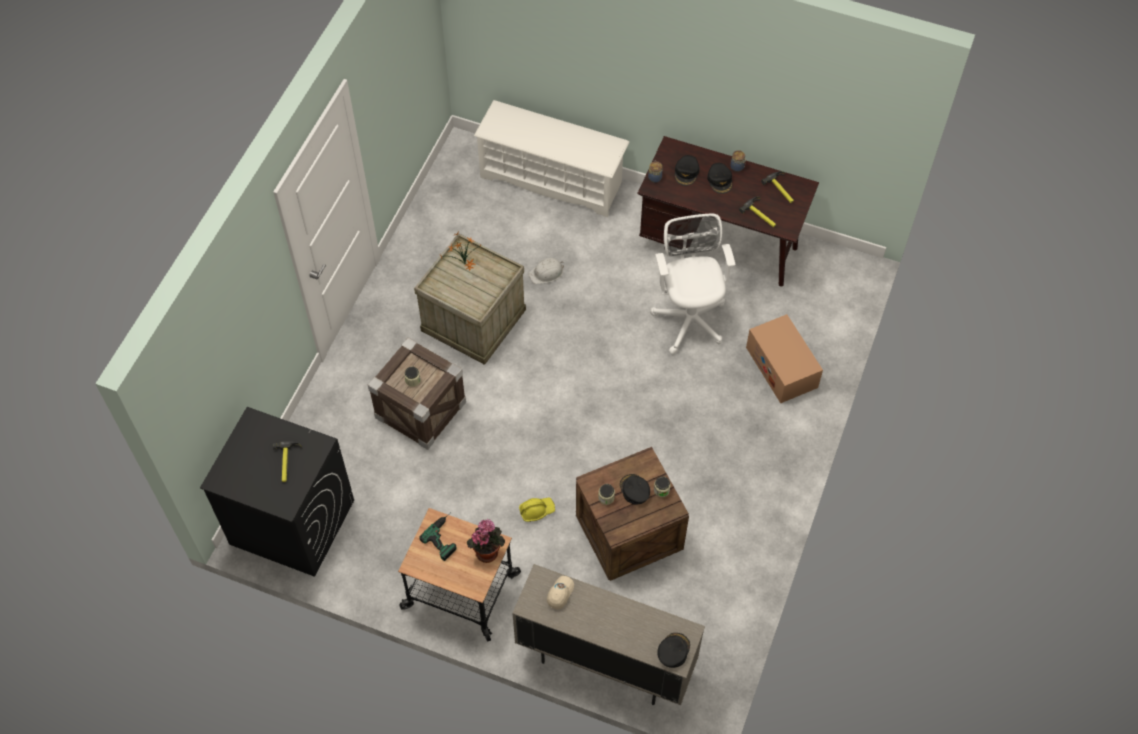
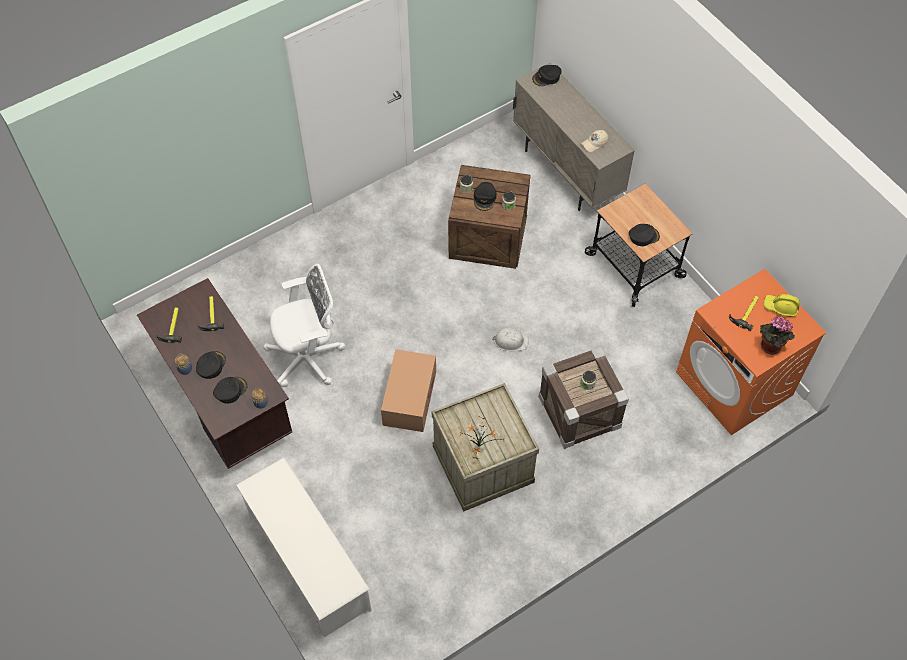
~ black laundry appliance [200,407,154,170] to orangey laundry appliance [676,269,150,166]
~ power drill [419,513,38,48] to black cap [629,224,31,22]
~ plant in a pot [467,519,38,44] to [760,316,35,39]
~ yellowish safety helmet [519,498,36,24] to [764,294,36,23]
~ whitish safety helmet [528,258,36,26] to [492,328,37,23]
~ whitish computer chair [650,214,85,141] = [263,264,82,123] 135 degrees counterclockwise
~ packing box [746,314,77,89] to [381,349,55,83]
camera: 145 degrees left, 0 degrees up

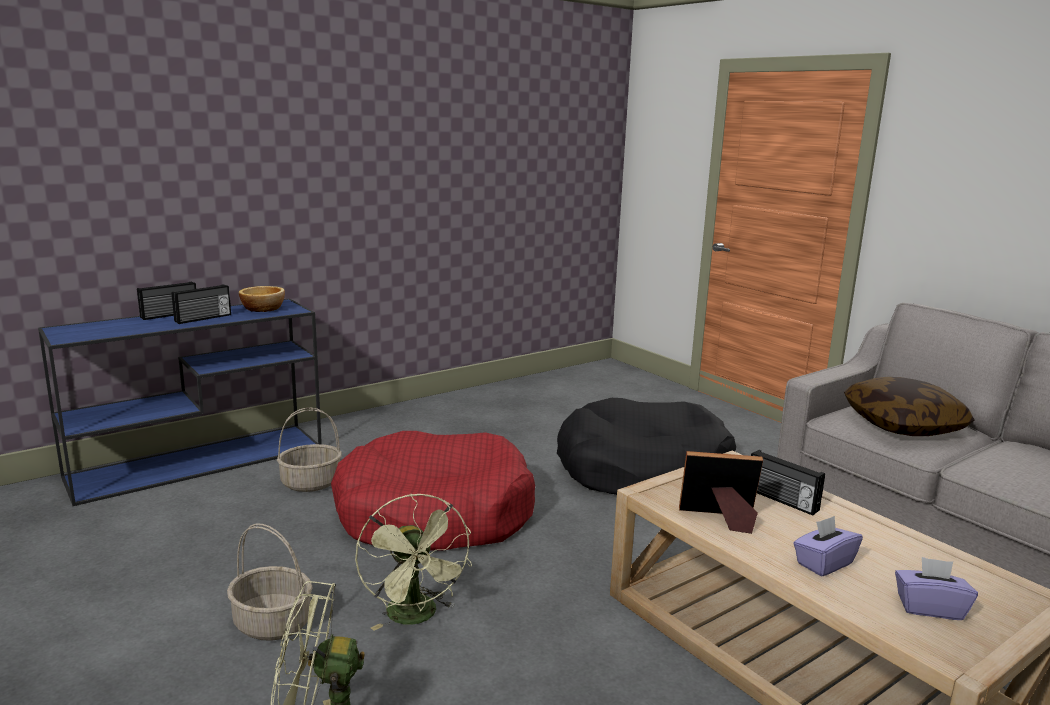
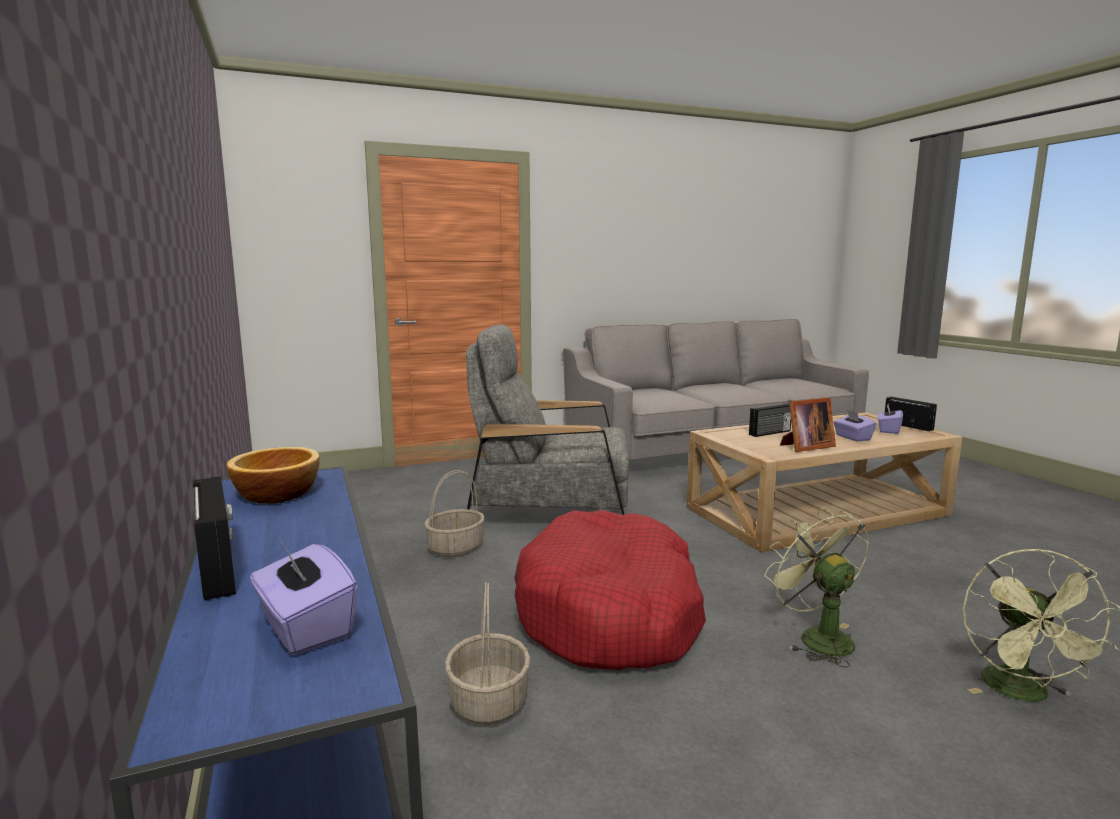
~ radio [171,284,60,40] to [885,397,52,34]
~ household basket [227,523,86,118] to [424,470,61,87]
~ green-coloured cooling fan [355,494,117,137] = [764,507,105,161] 105 degrees counterclockwise
~ black dog bed [557,398,179,97] to gray easy chair [466,325,163,190]
~ photo frame [679,451,84,83] = [780,397,56,55] 135 degrees counterclockwise
- pillow [844,377,131,59]
+ purple-coloured tissue holder [250,539,108,117]
camera: 75 degrees left, 5 degrees down

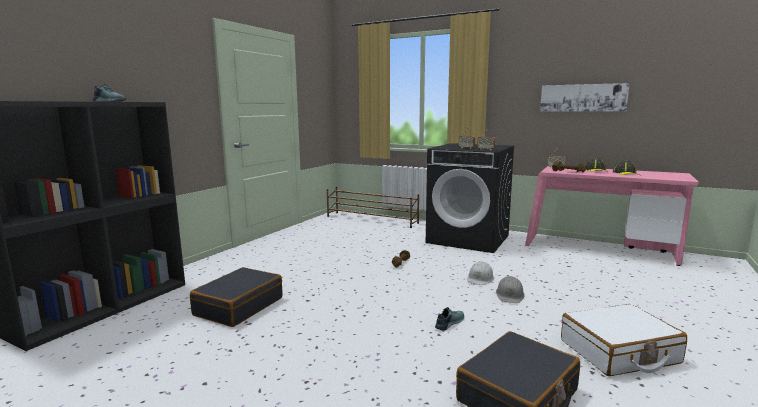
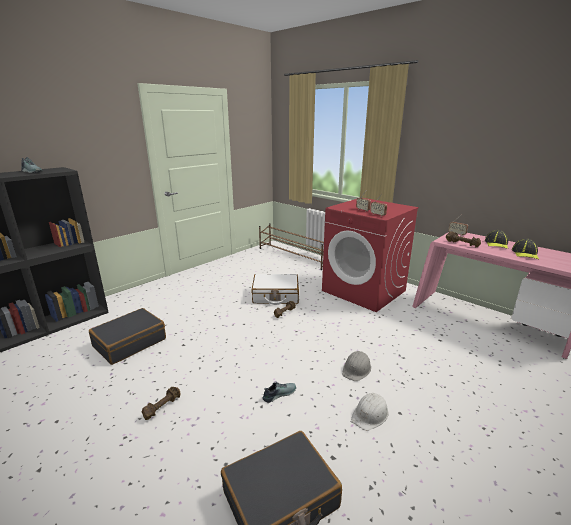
~ black laundry appliance [426,143,89,110] to red laundry appliance [322,198,97,114]
~ whitish safety helmet [467,262,27,23] to [351,393,38,38]
- wall picture [540,83,90,29]
~ whitish travel case [561,304,126,72] to [252,274,47,31]
+ brown free weight [142,387,38,33]
camera: 15 degrees right, 10 degrees up

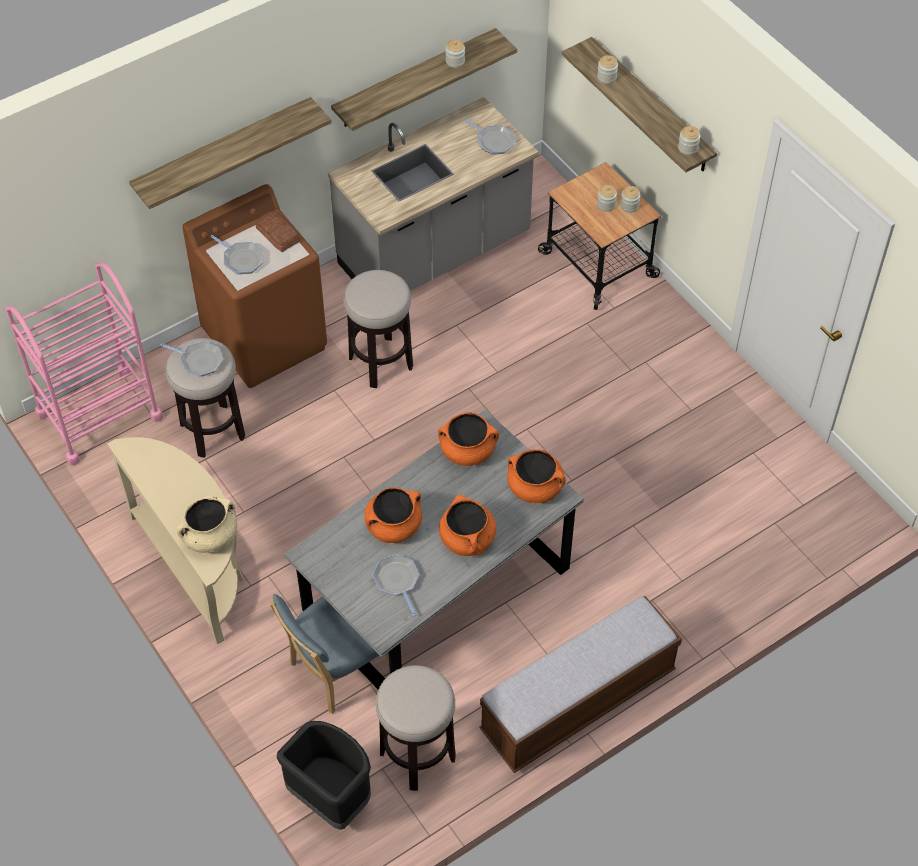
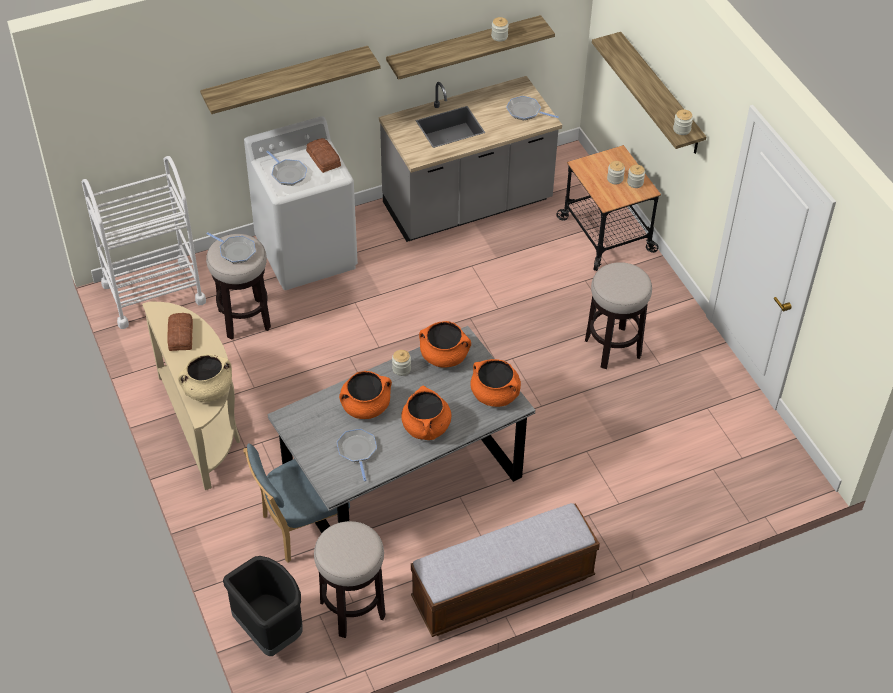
~ pink-coloured trolley [5,262,158,204] to whitish trolley [82,156,124,173]
~ brown laundry appliance [182,184,145,204] to whitish laundry appliance [244,116,114,174]
~ stool seat [343,270,70,118] to [585,262,67,107]
~ frying pan [463,119,52,35] = [506,96,53,24] 150 degrees clockwise
~ jar [597,55,21,29] to [392,350,19,26]
+ baked bread [167,313,26,38]
camera: 10 degrees right, 5 degrees down

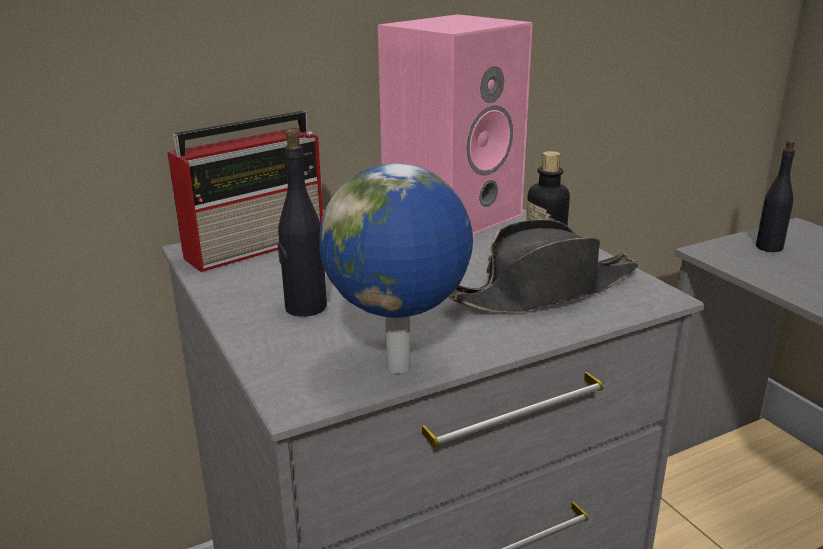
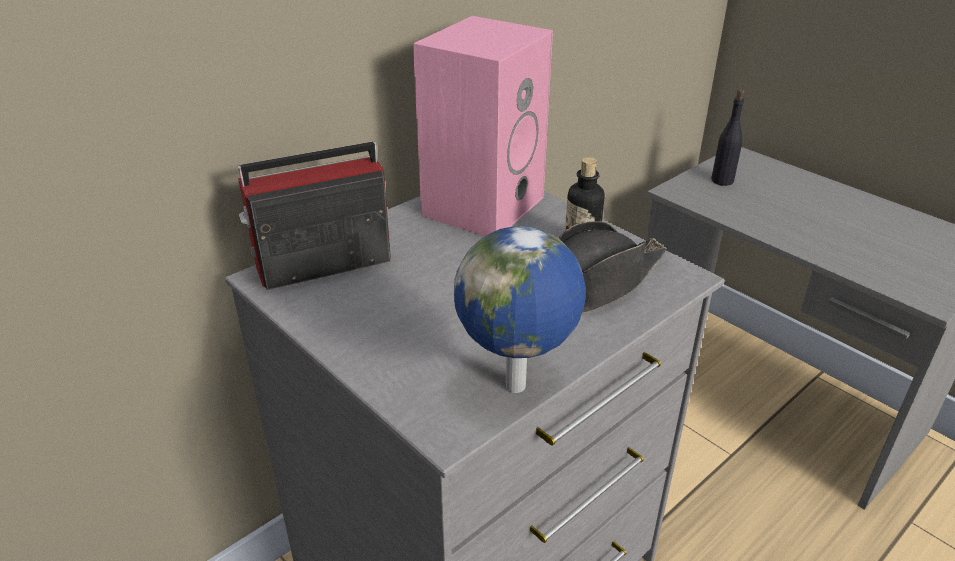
~ radio [167,111,156,161] = [238,142,153,148] 150 degrees counterclockwise
- black bottle [278,129,49,188]
camera: 15 degrees left, 10 degrees up

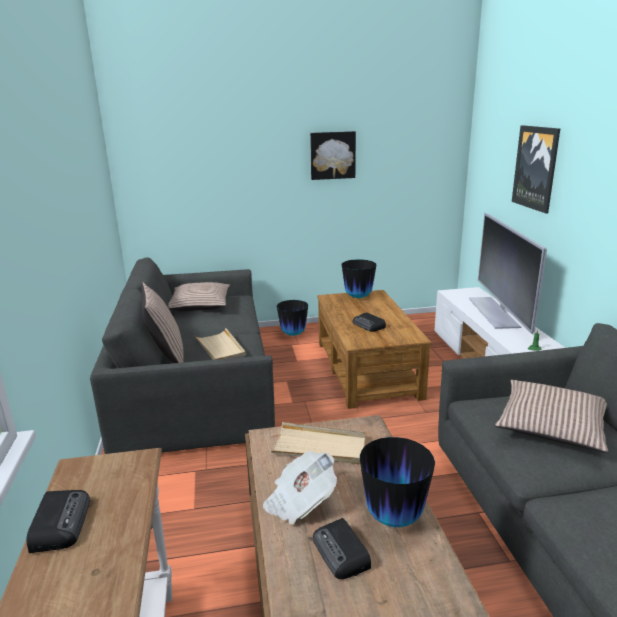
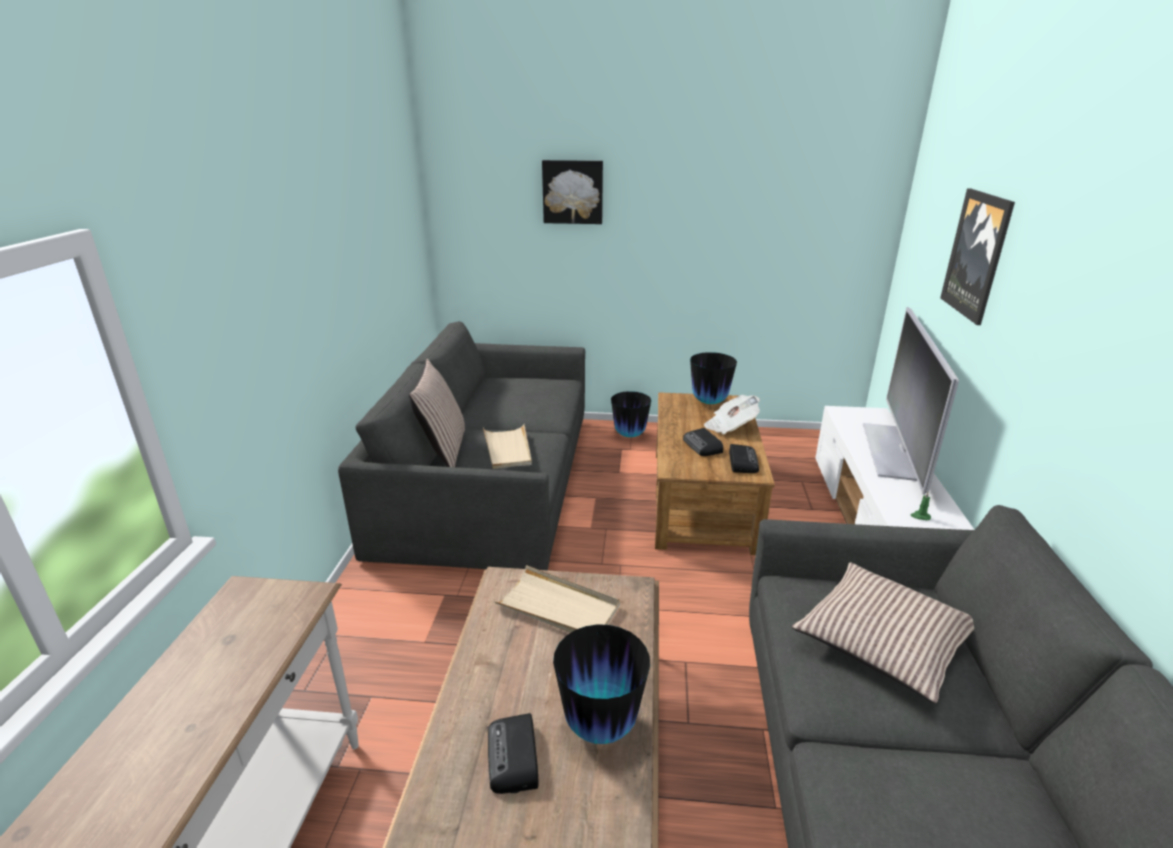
~ radio [27,490,63,63] to [729,444,30,29]
- pillow [168,282,62,29]
~ printed paper [263,451,74,74] to [704,395,56,39]
~ wall picture [310,131,46,49] to [542,160,61,64]
camera: 15 degrees right, 5 degrees up

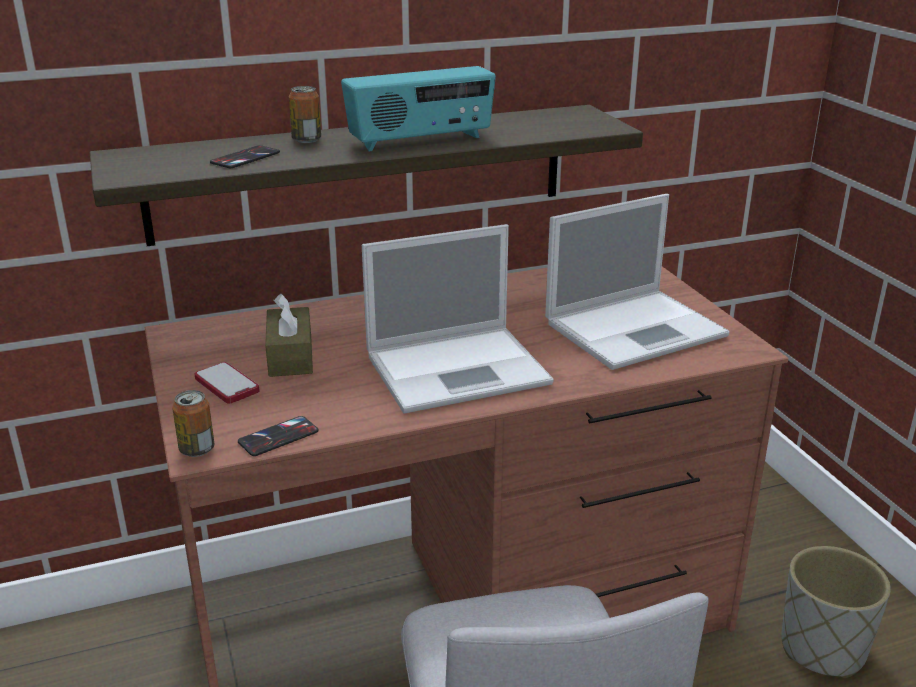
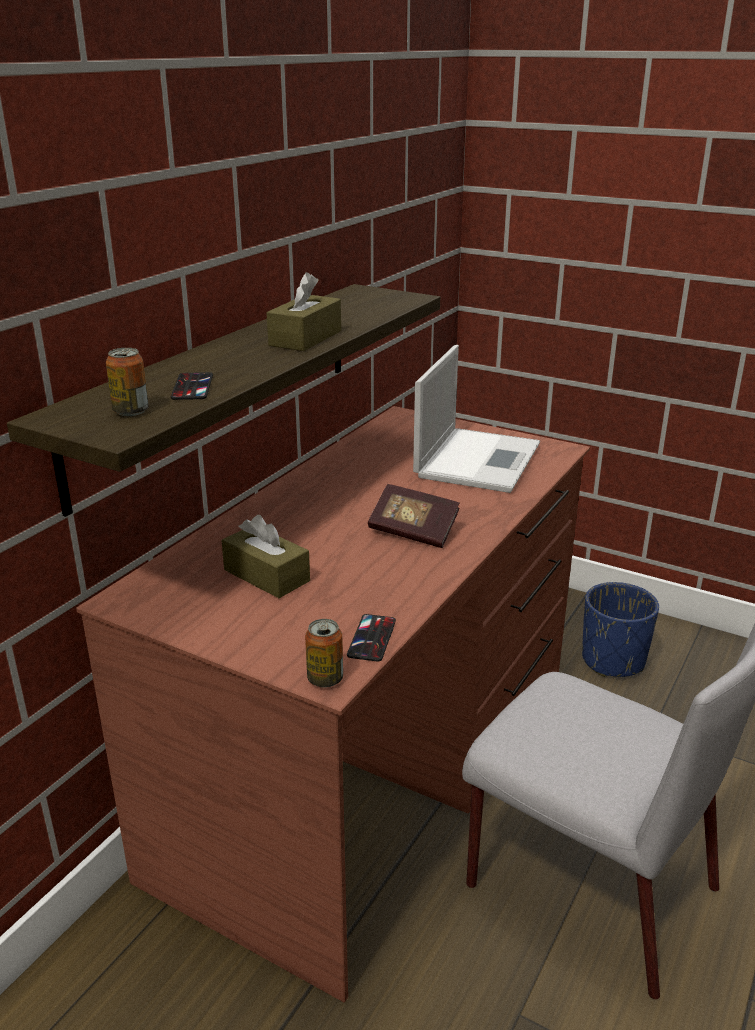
- telephone [194,362,66,42]
~ sealed can [289,86,32,57] to [106,348,43,68]
~ radio [341,66,155,85] to brown tissue holder [267,272,74,79]
~ notebook computer [362,224,192,190] to bound book [368,484,92,64]
~ gray flower pot [781,546,110,132] to blue flower pot [582,582,77,95]
camera: 40 degrees left, 0 degrees up

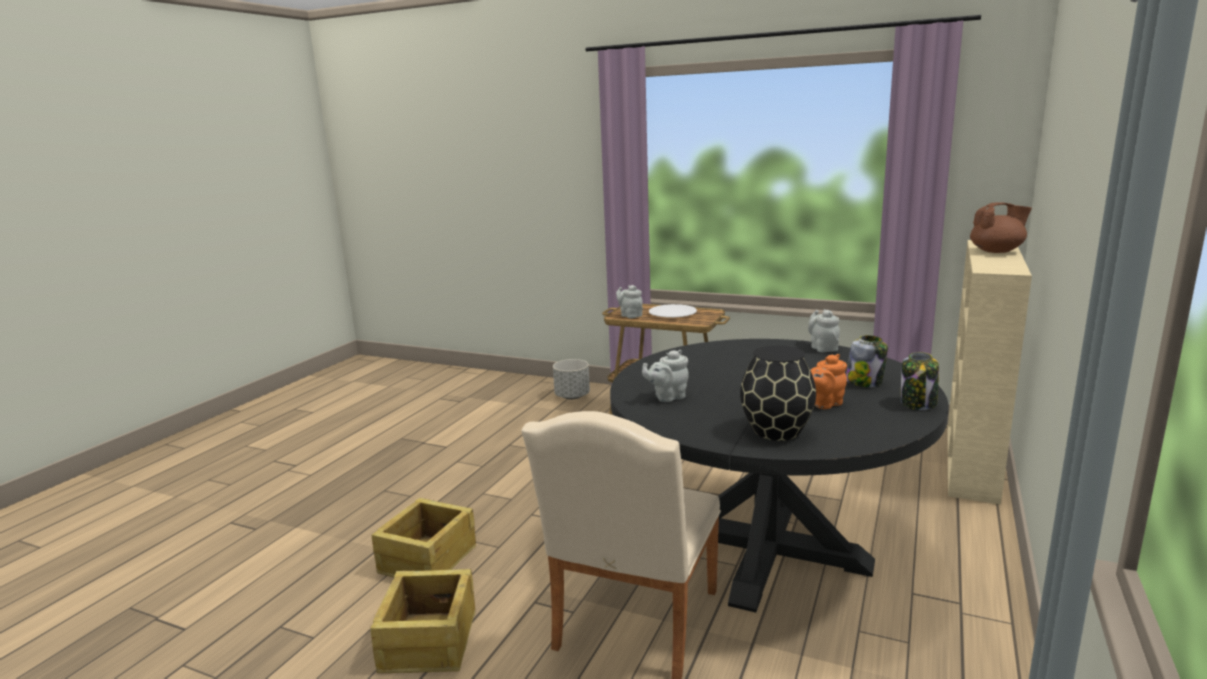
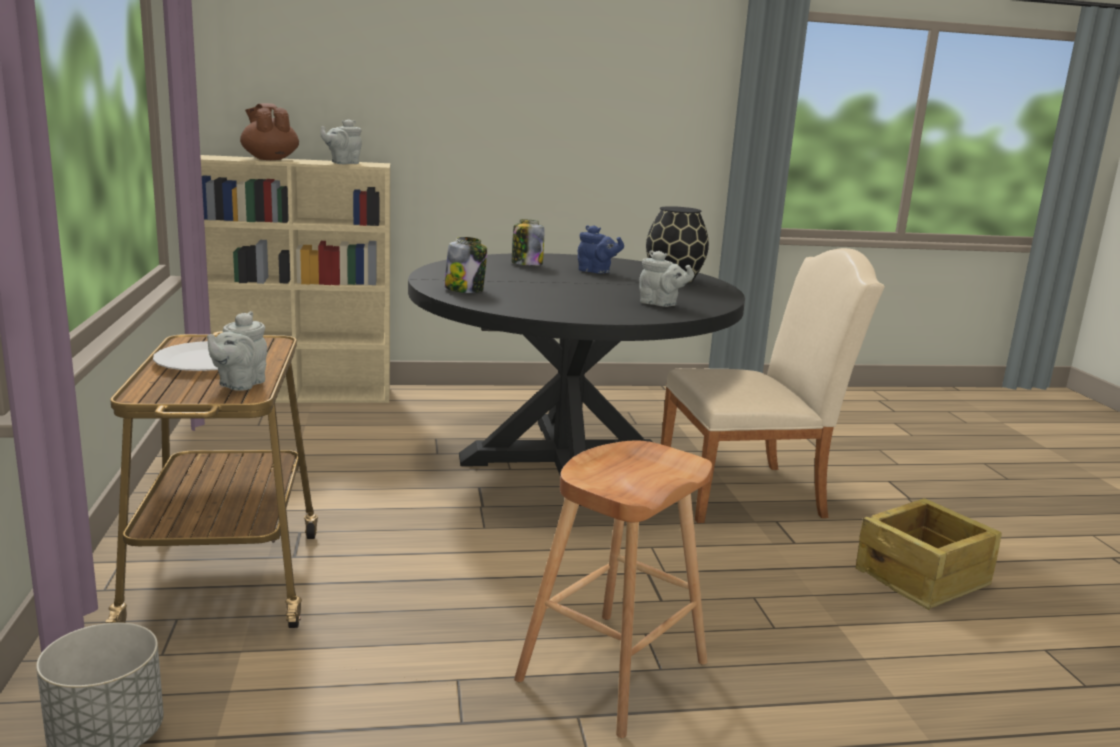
- shipping crate [372,497,104,80]
~ gray teapot [808,309,32,43] to [320,119,42,45]
~ orangey teapot [811,354,36,55] to blue teapot [578,225,46,49]
~ jar [901,352,38,58] to [444,237,43,56]
+ brown stool seat [514,441,198,297]
camera: 125 degrees left, 0 degrees up

